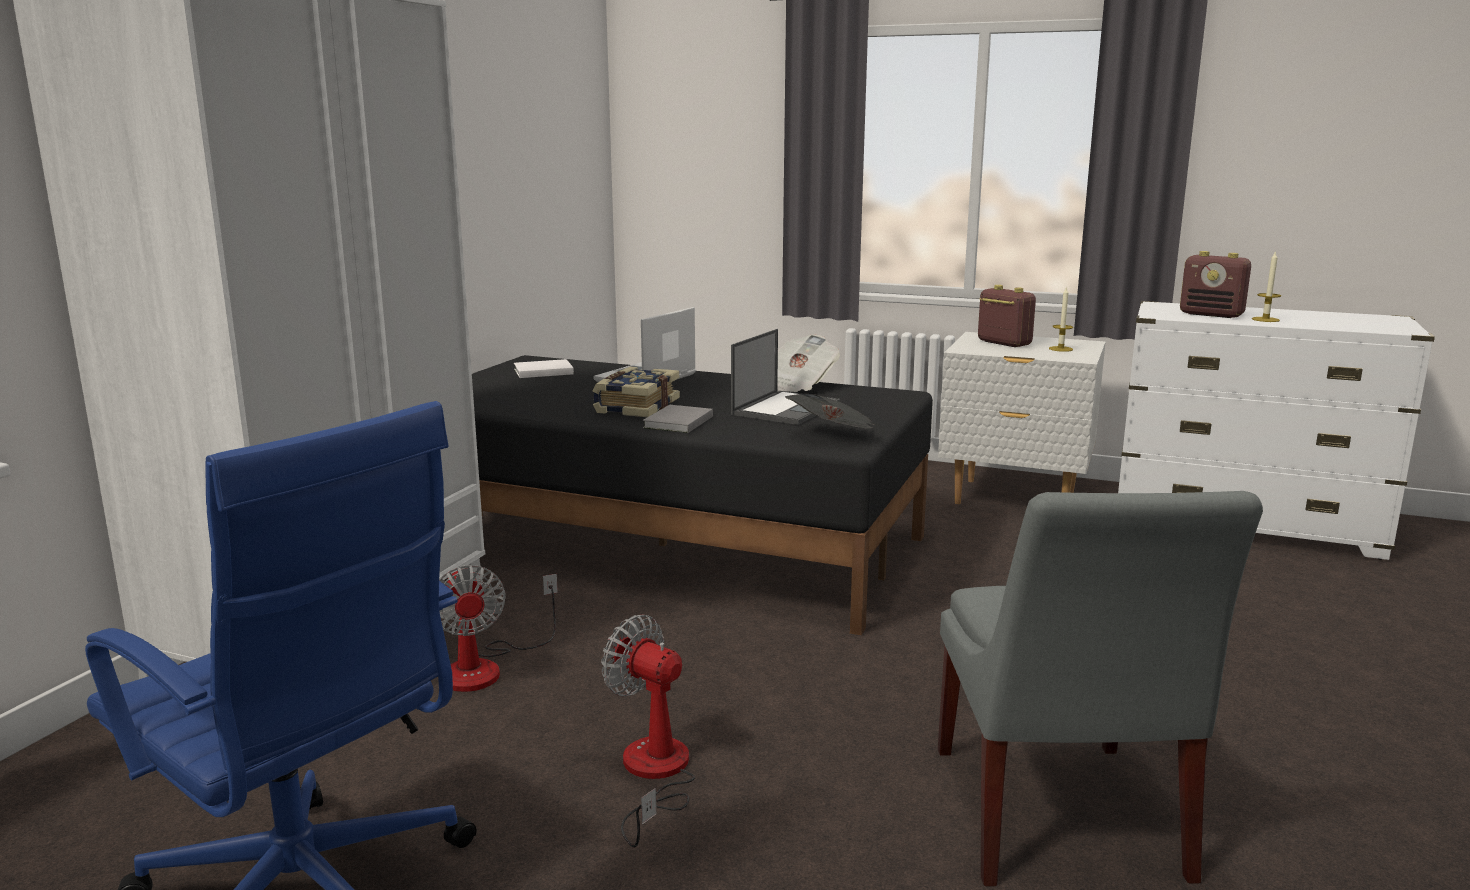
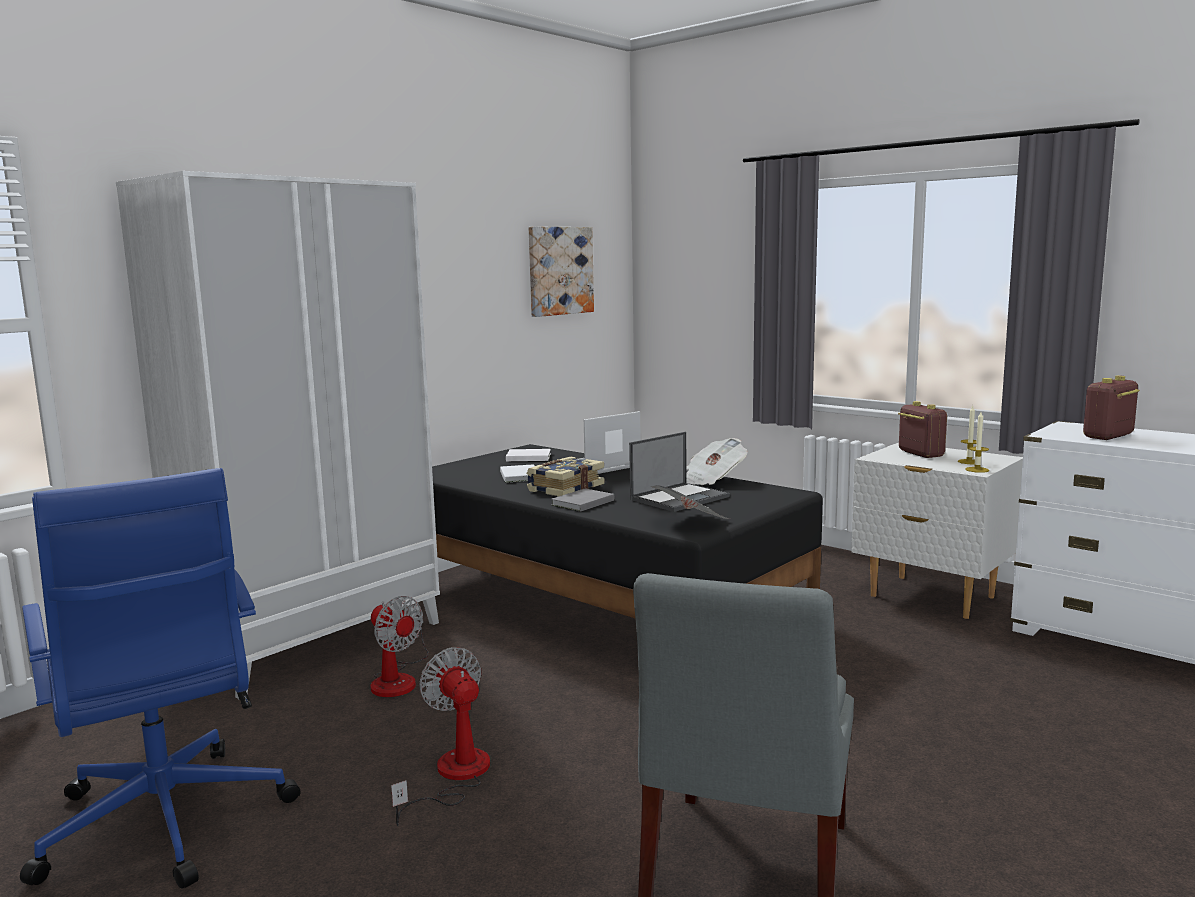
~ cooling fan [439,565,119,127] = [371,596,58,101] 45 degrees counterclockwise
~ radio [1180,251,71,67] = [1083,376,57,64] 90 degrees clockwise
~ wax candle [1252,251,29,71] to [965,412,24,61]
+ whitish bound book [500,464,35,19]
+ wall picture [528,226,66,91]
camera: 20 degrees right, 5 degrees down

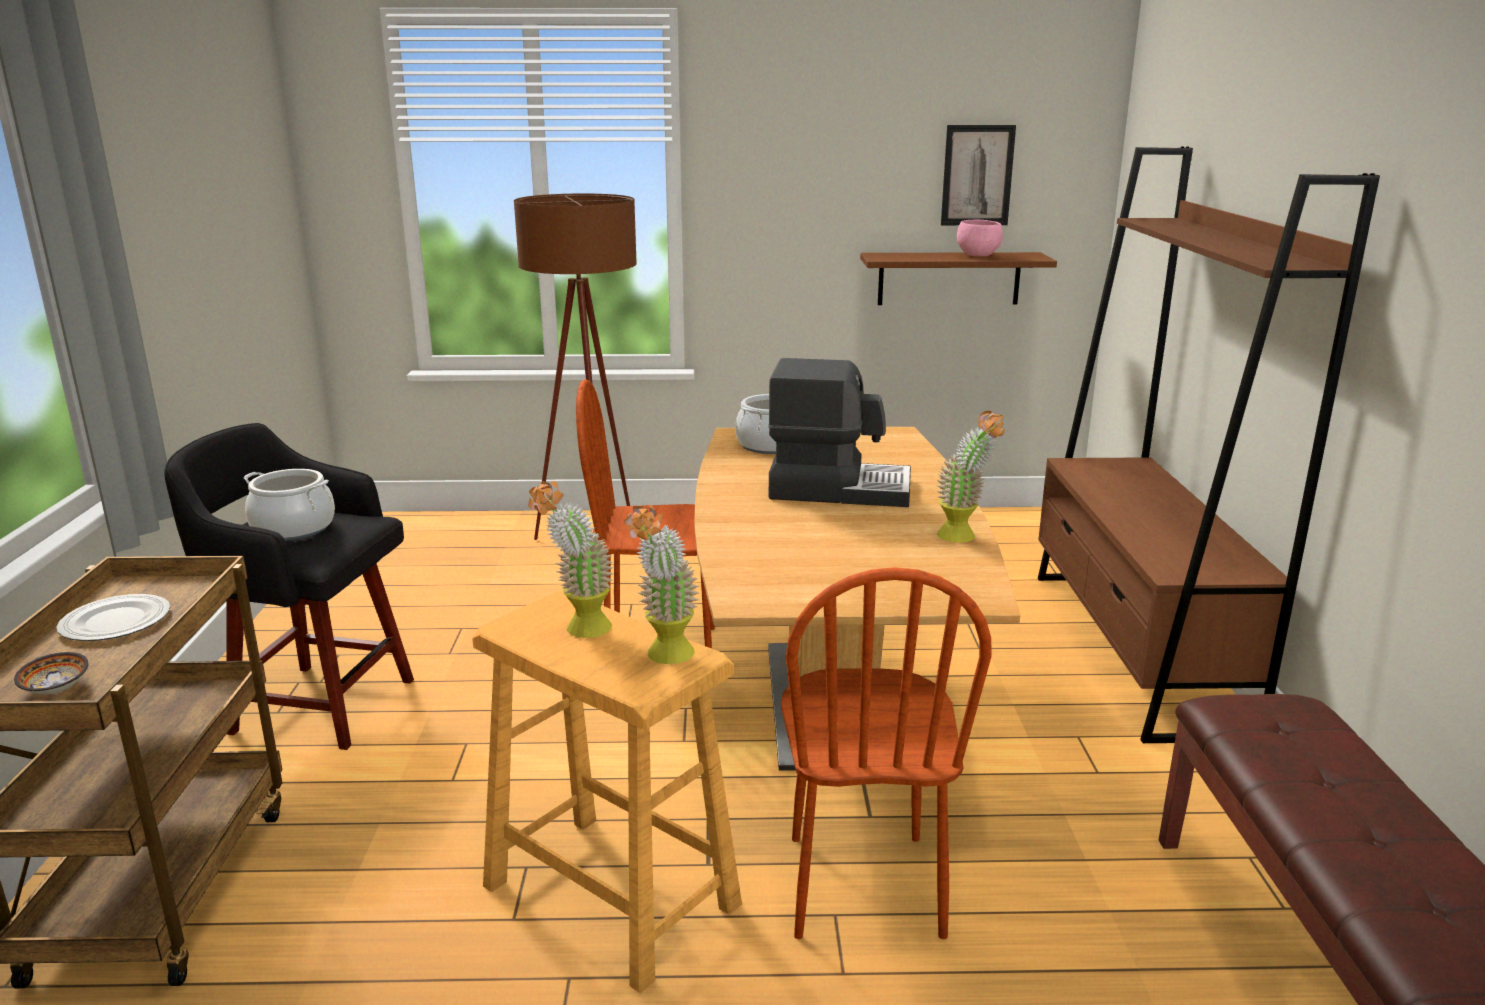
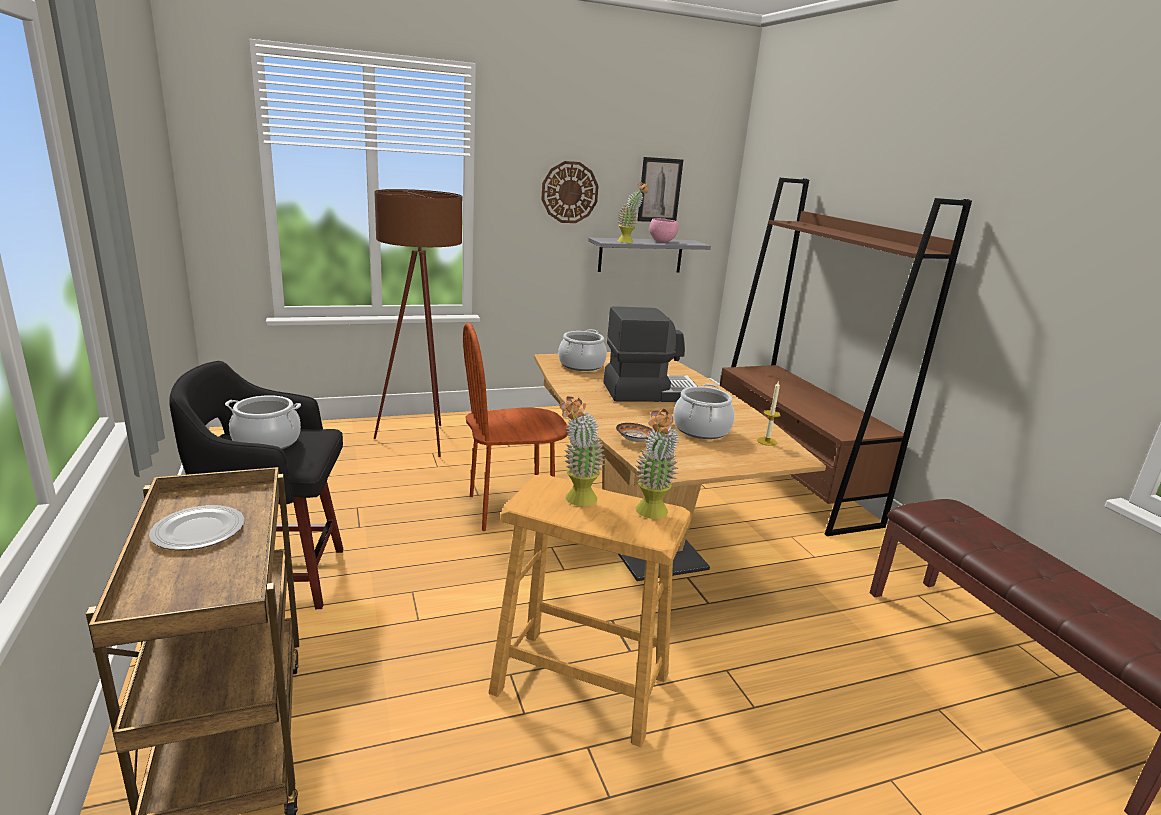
~ bowl [14,652,75,43] to [616,423,37,19]
- brown chair [781,567,210,372]
~ brown shelf [860,252,197,53] to gray shelf [588,238,123,34]
~ plant in a pot [936,411,69,132] to [618,182,30,61]
+ hanging clock [541,161,58,62]
+ stockpot [673,384,62,55]
+ wax candle [757,380,24,66]
camera: 20 degrees left, 0 degrees up

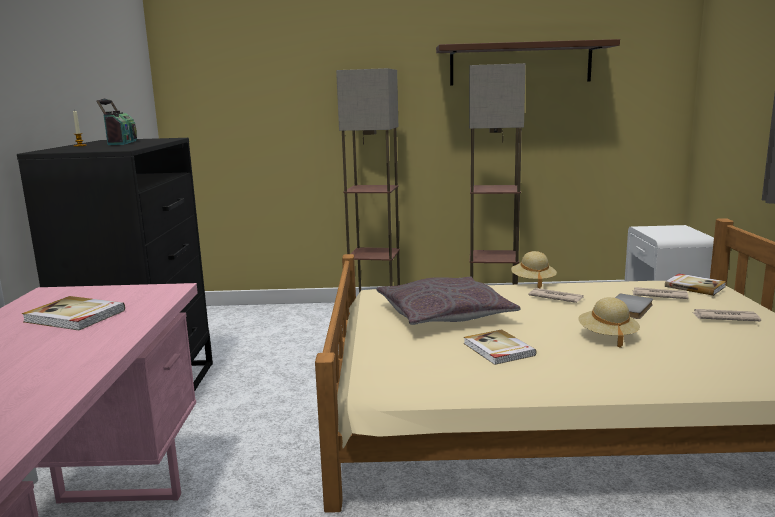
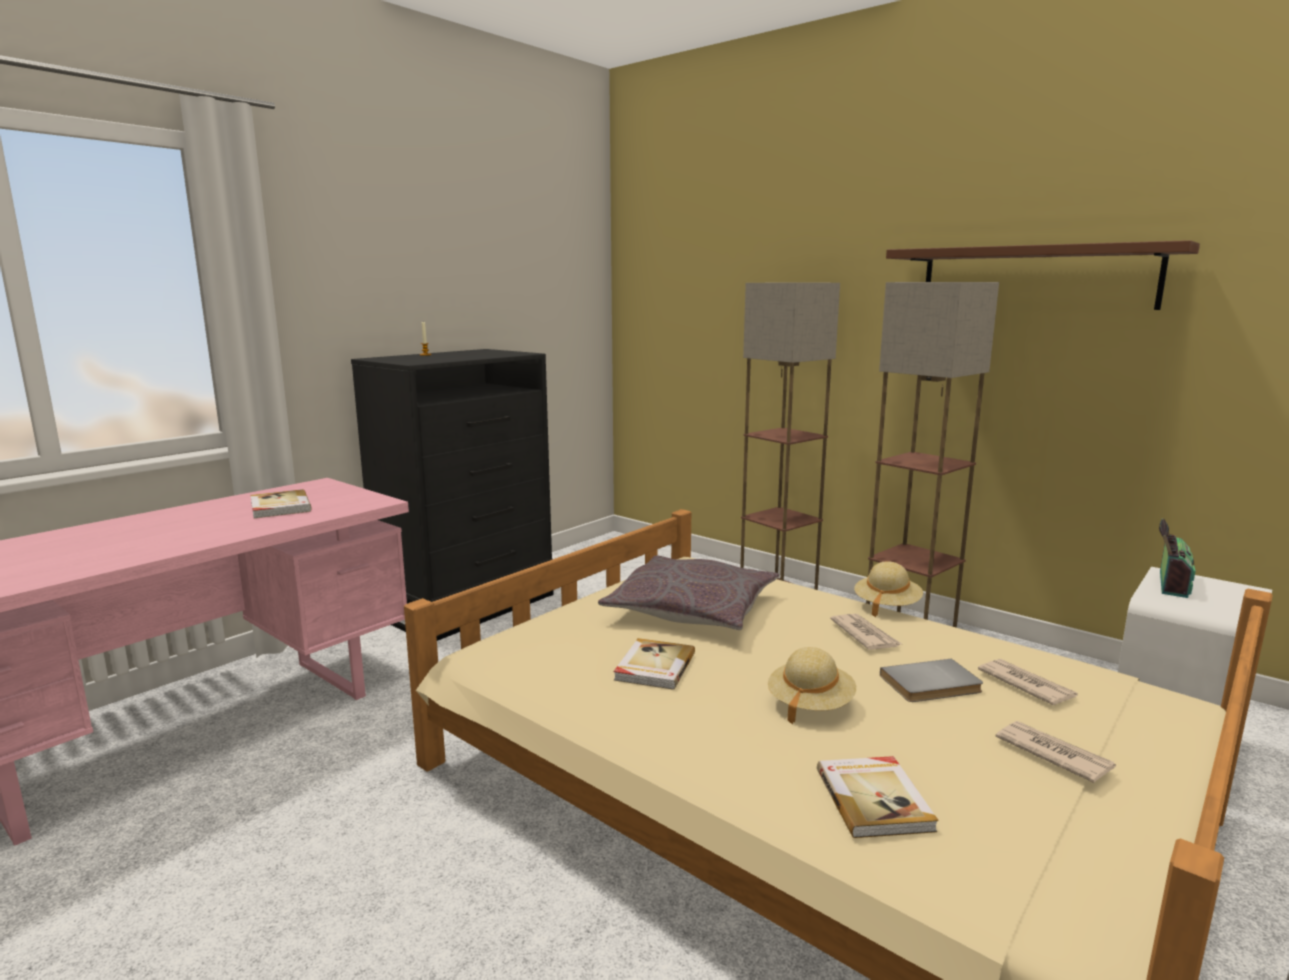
~ radio [96,98,41,47] to [1159,518,37,80]
~ bound book [665,274,61,22] to [817,756,122,82]
camera: 40 degrees right, 0 degrees up

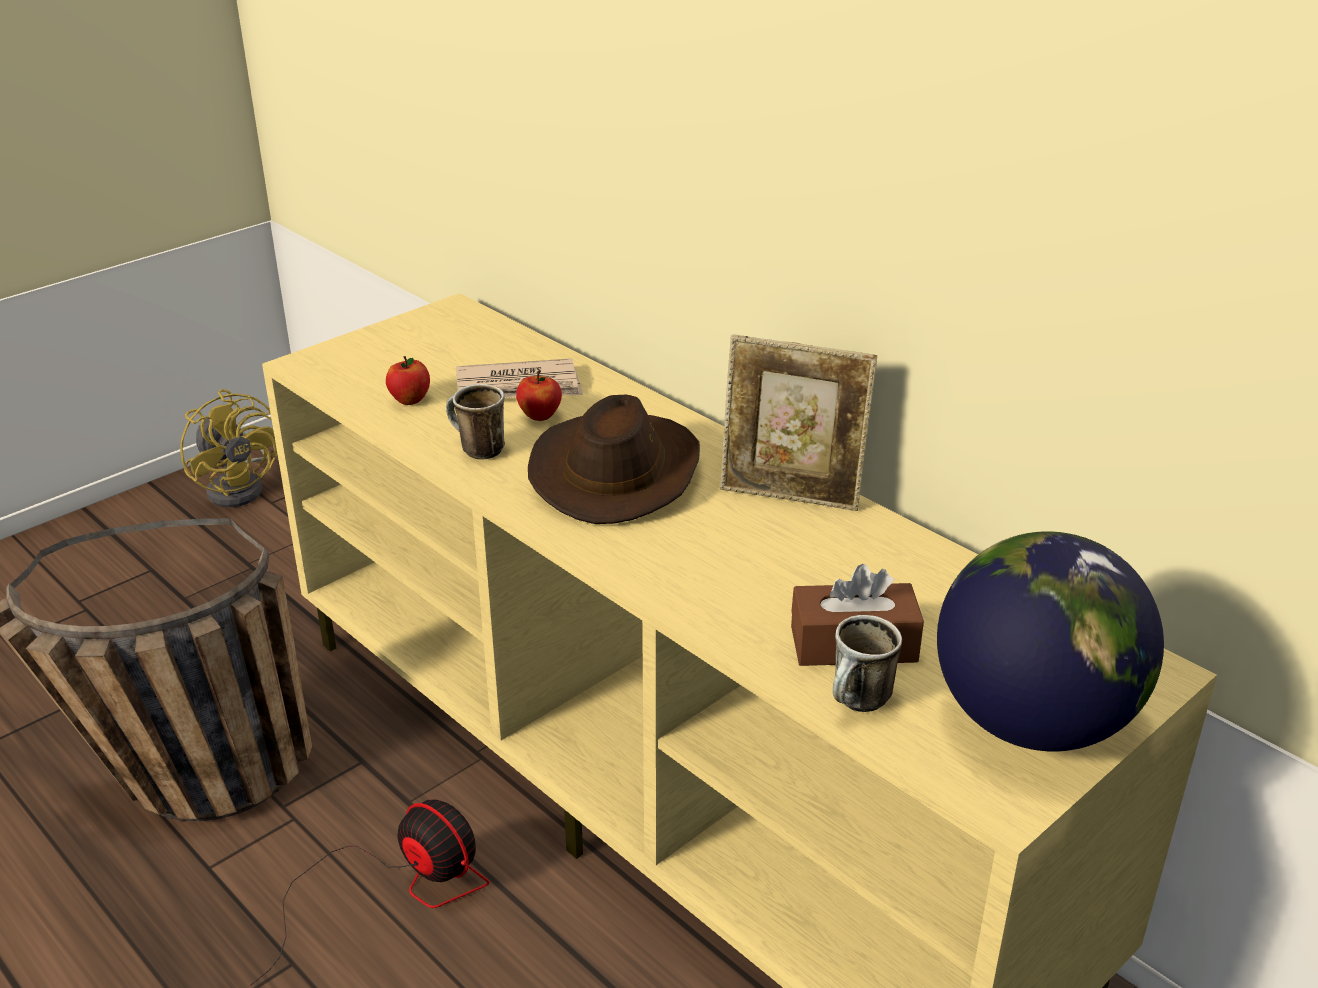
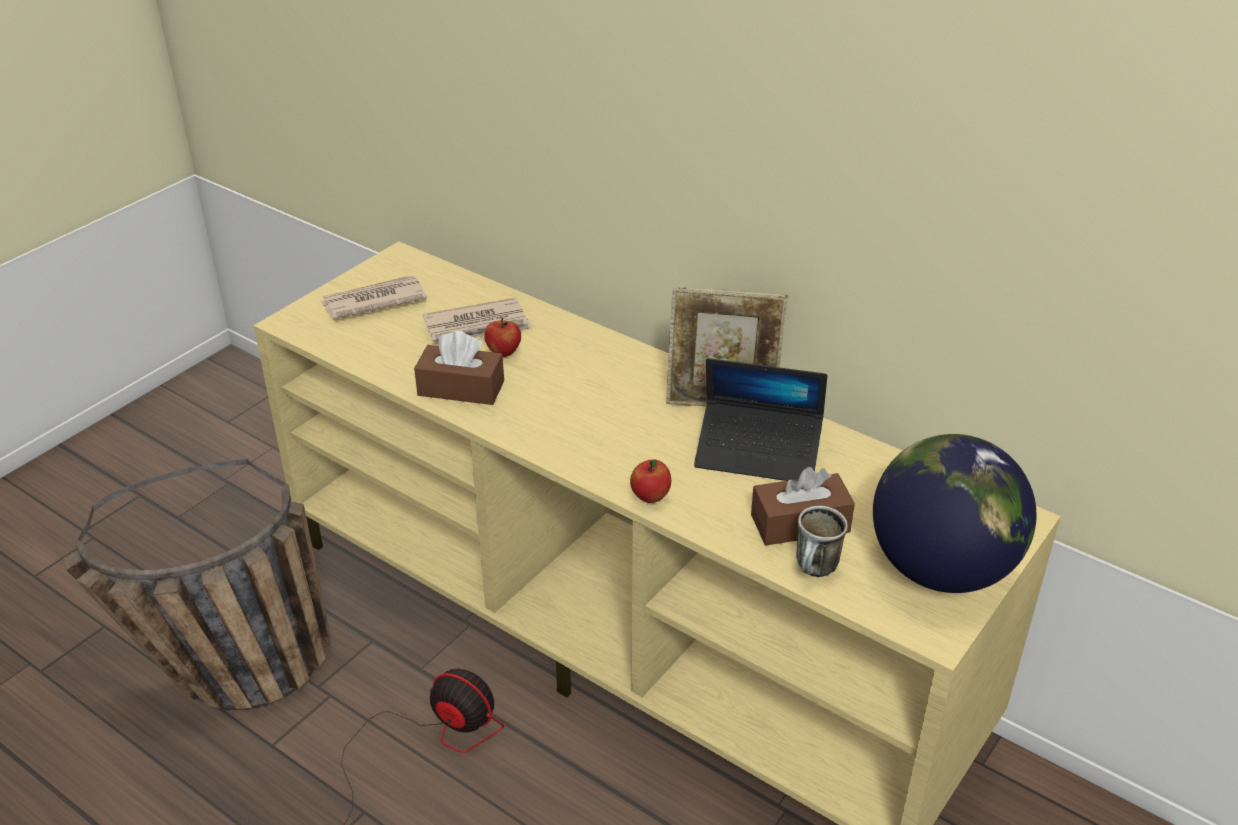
- yellowish cooling fan [180,389,97,118]
~ whole apple [386,356,44,49] to [630,460,41,43]
~ mug [446,384,59,76] to brown tissue holder [414,331,90,74]
- brown wearable hat [528,395,172,129]
+ printed paper [321,276,106,43]
+ notebook computer [694,358,133,123]
camera: 10 degrees left, 5 degrees up

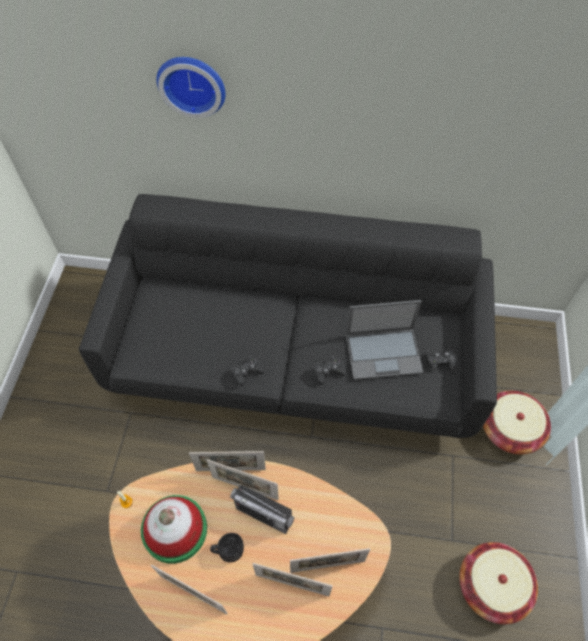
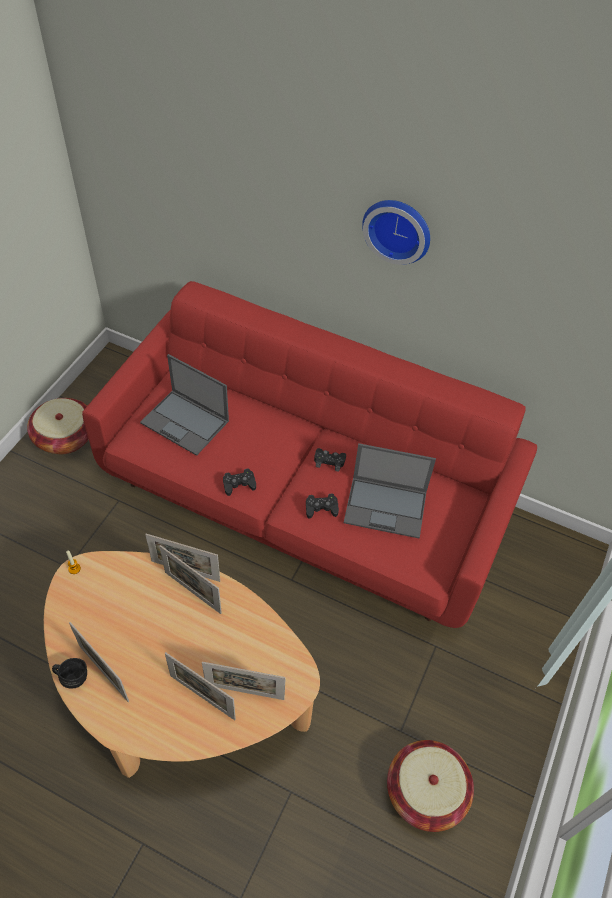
~ black settee [79,194,418,244] to red settee [82,281,455,347]
- wearable hat [141,495,66,69]
~ hanging clock [156,57,70,61] to [362,200,68,65]
~ black mug [210,533,34,29] to [52,658,35,31]
- radio [230,485,65,49]
~ black gamepad [425,349,32,22] to [314,448,32,24]
~ household basket [483,391,68,64] to [27,398,62,56]
+ notebook computer [140,354,89,102]
camera: 15 degrees right, 5 degrees down

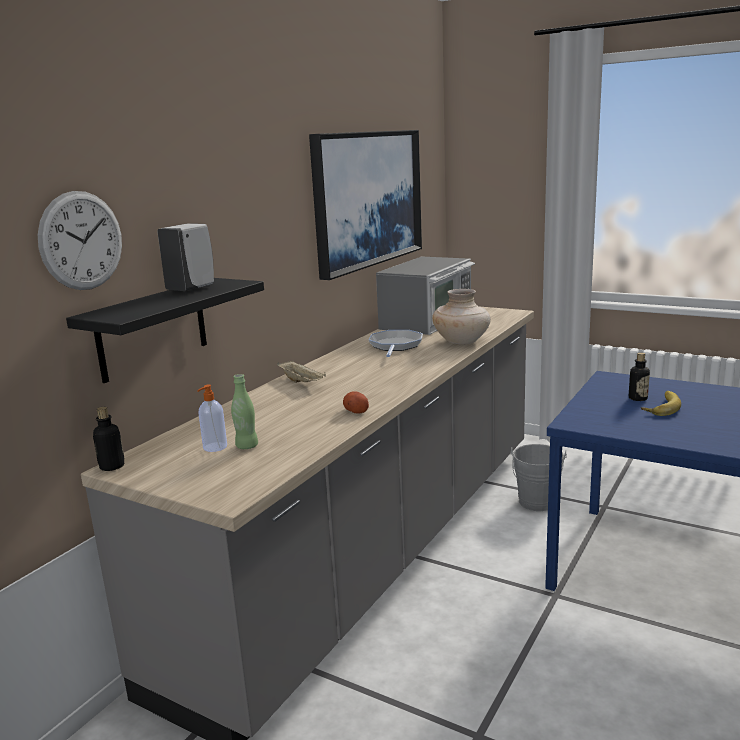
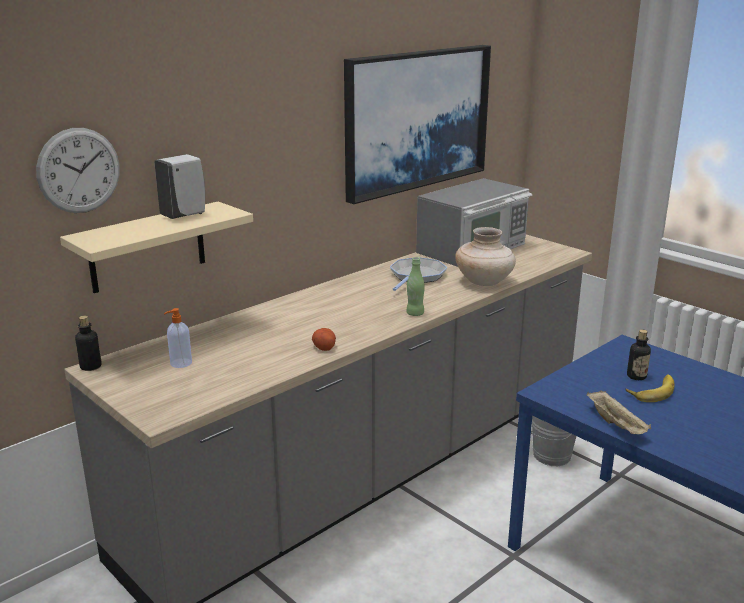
~ black shelf [66,278,198,105] to beige shelf [60,201,193,92]
~ green-coloured bottle [231,374,27,75] to [406,257,19,59]
~ beige serving tray [277,360,49,23] to [587,390,64,44]
camera: 15 degrees right, 5 degrees up

